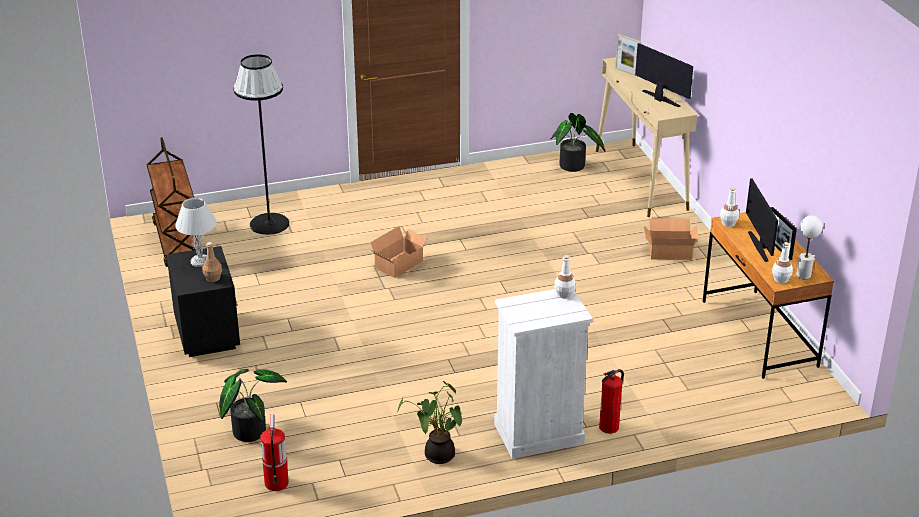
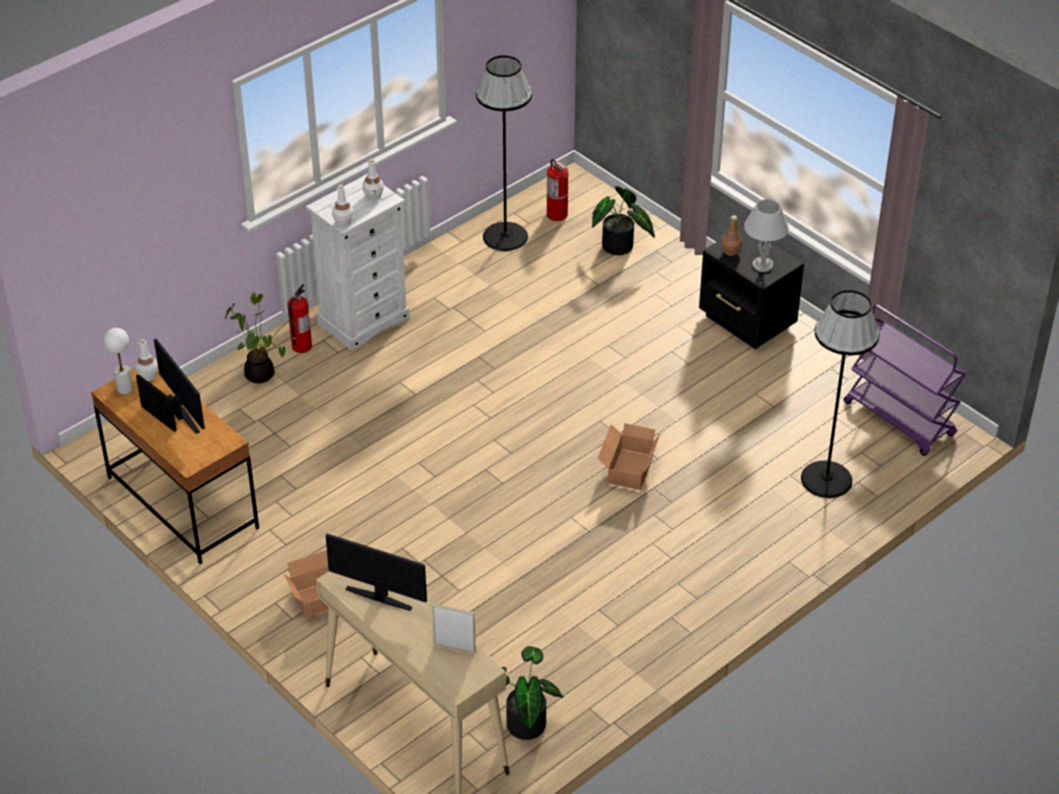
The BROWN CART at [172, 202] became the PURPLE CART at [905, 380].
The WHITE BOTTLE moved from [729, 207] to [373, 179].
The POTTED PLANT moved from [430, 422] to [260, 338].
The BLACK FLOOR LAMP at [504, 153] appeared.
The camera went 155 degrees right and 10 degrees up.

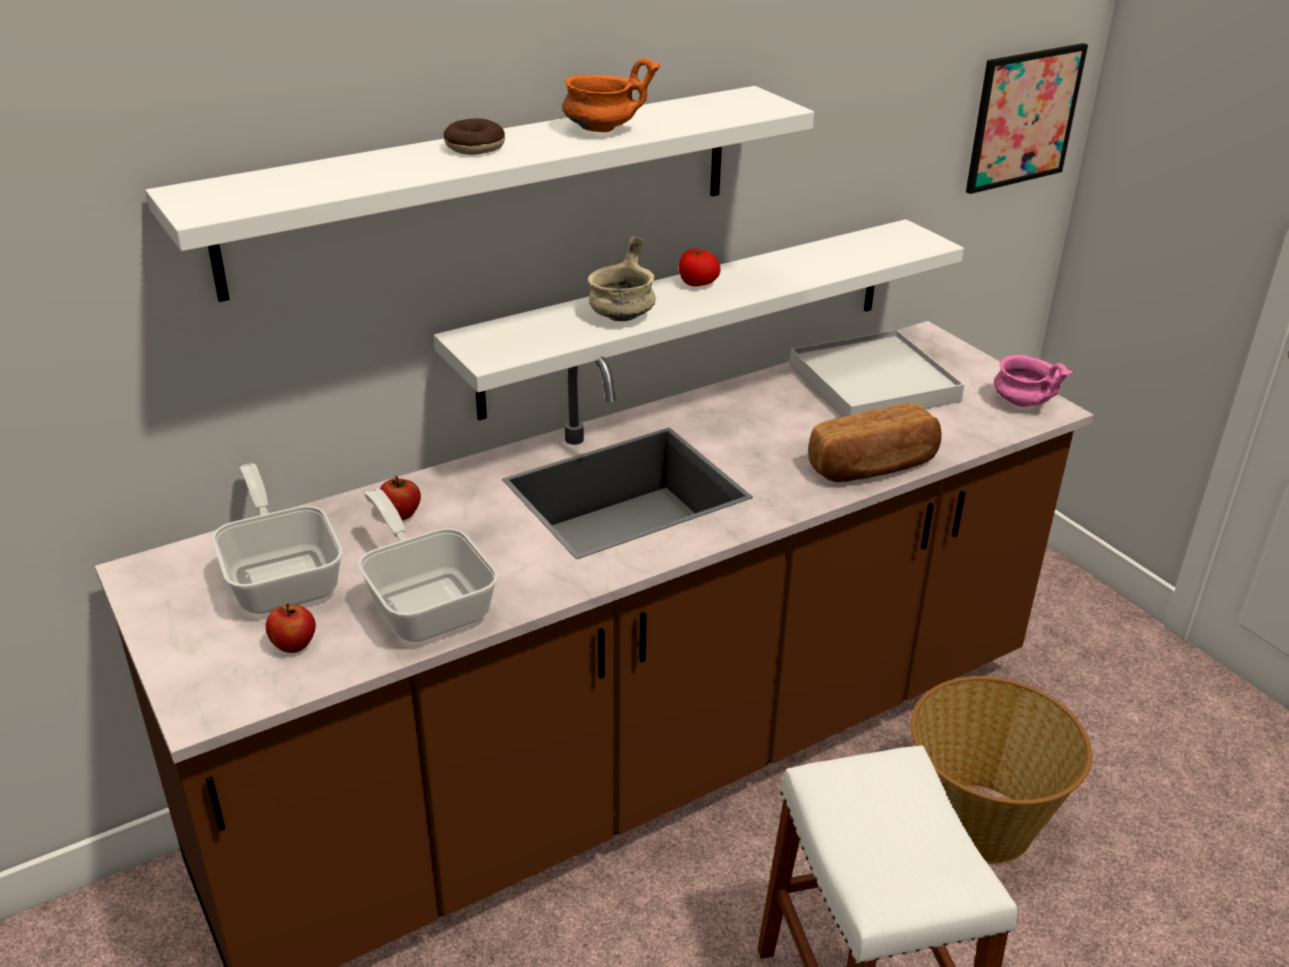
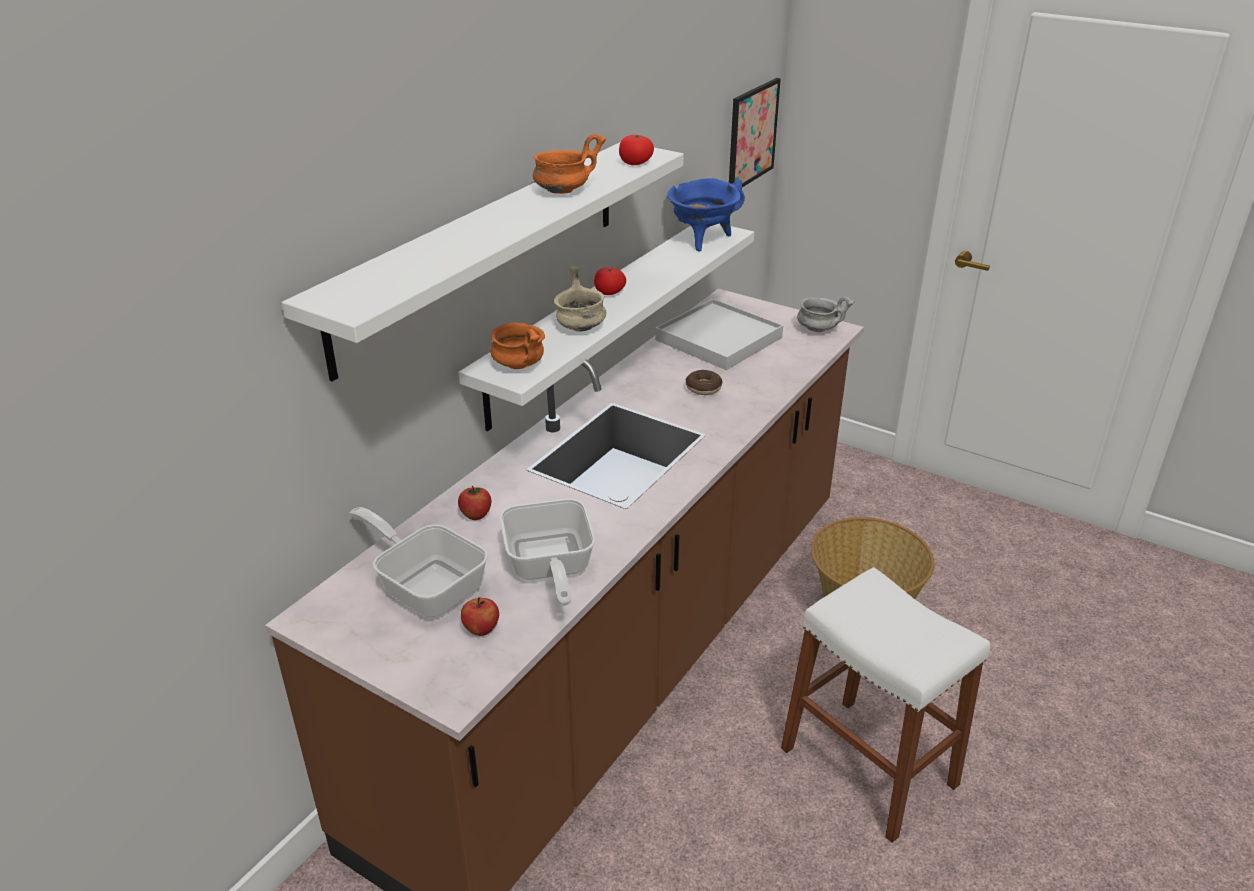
The DONUT moved from [474, 137] to [704, 382].
The PINK BOWL at [1033, 381] became the GREY BOWL at [826, 314].
The BREAD at [875, 442] disappeared.
The FRYING PAN at [427, 565] turned 135 degrees counterclockwise.
The TOMATO at [636, 150] appeared.
The BLUE COOKING POT at [706, 214] appeared.
The ORANGE BOWL at [517, 346] appeared.
The camera went 25 degrees left and 0 degrees up.

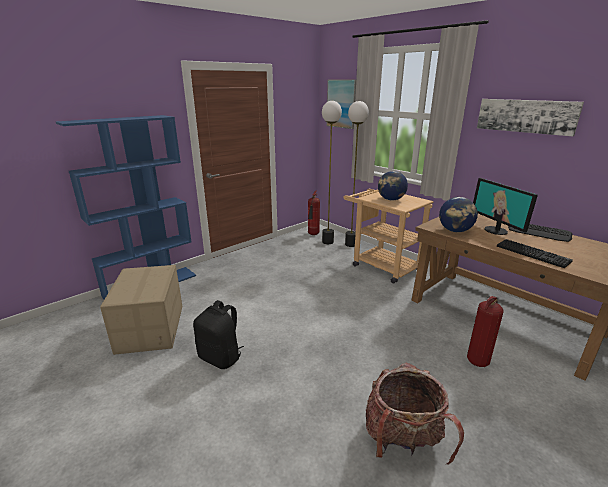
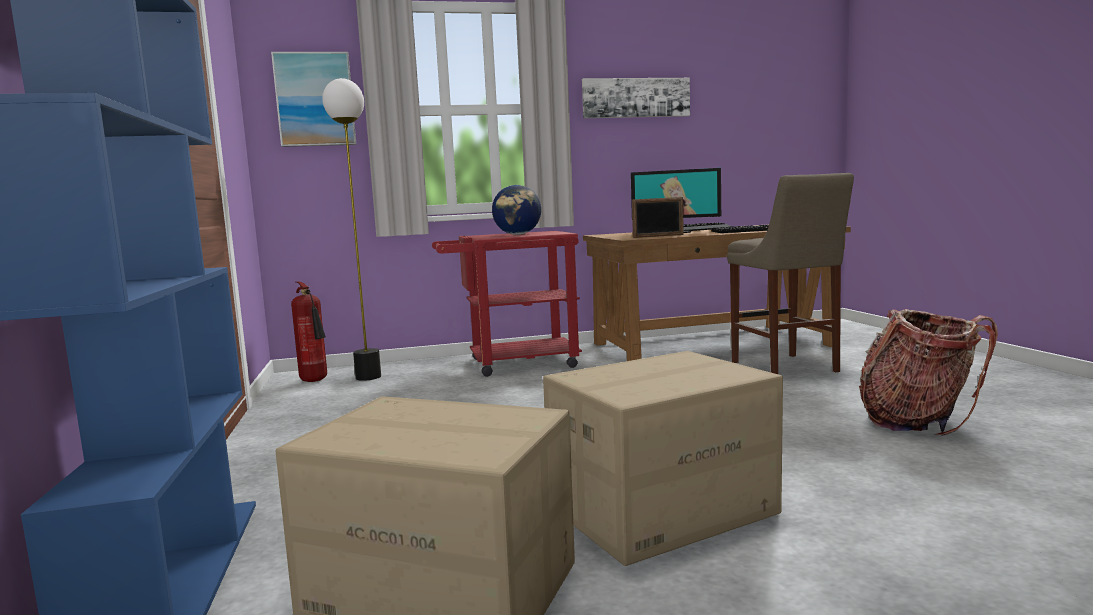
The FLOOR LAMP at [357, 174] disappeared.
The BEIGE CART at [388, 236] became the RED CART at [507, 304].
The GLOBE at [458, 214] was replaced by the PICTURE FRAME at [658, 217].
The FIRE EXTINGUISHER at [485, 331] was replaced by the BEIGE STOOL at [790, 273].
The BLACK BACKPACK at [218, 334] was replaced by the CARDBOARD BOX at [663, 458].
The camera went 60 degrees left and 15 degrees down.

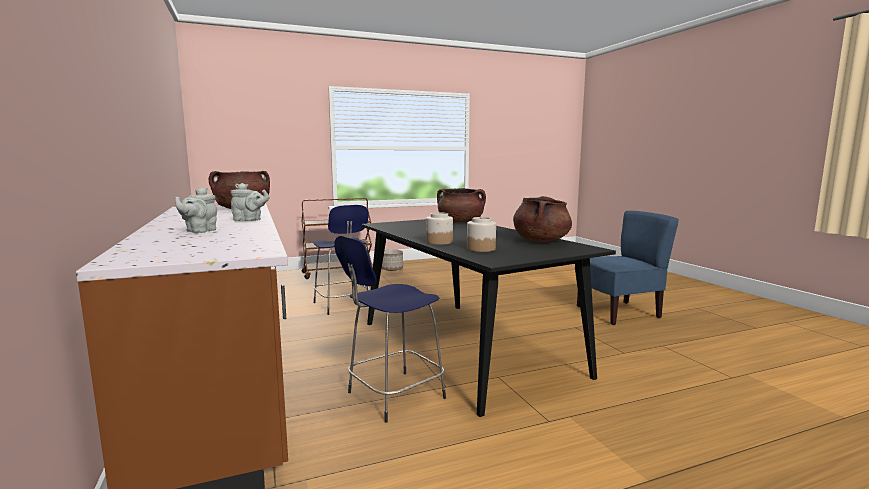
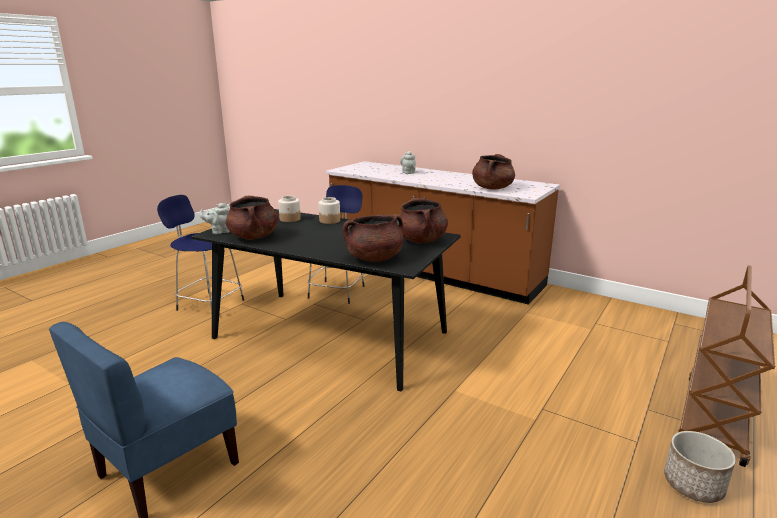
The GREY TEAPOT moved from [250, 202] to [214, 218].
The BLUE STOOL moved from [341, 260] to [200, 254].
The BROWN COOKING POT at [422, 221] appeared.
The camera went 145 degrees right and 10 degrees up.

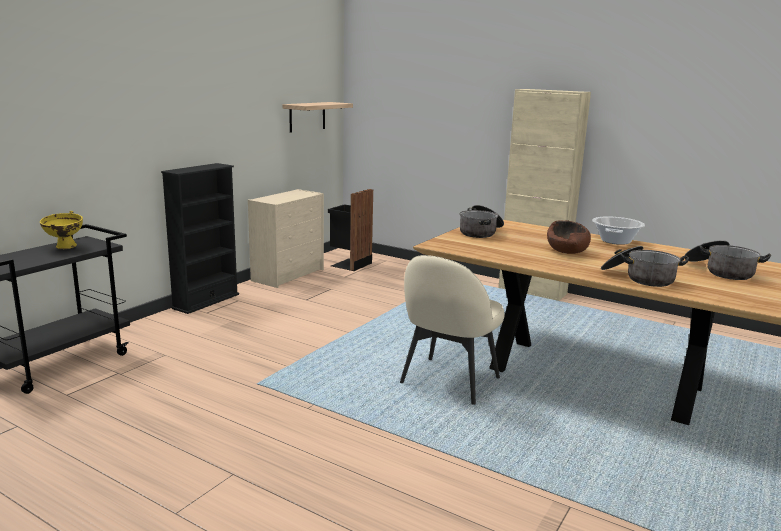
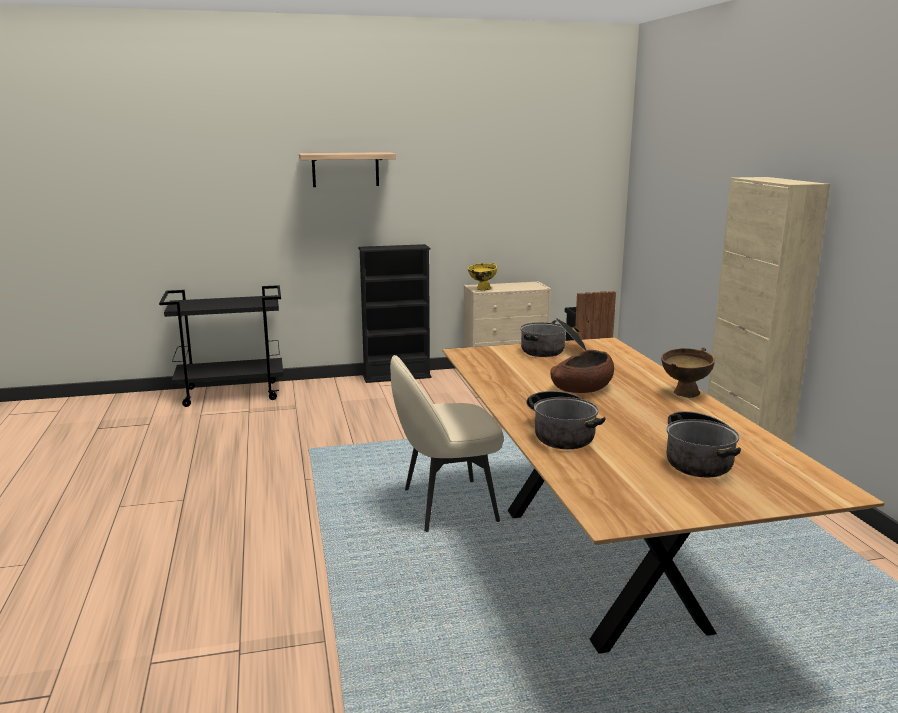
The SHELF moved from [317, 117] to [347, 169].
The YELLOW BOWL moved from [61, 230] to [482, 276].
The COOKING POT at [618, 230] was replaced by the BROWN BOWL at [688, 373].
The camera went 45 degrees right and 0 degrees up.

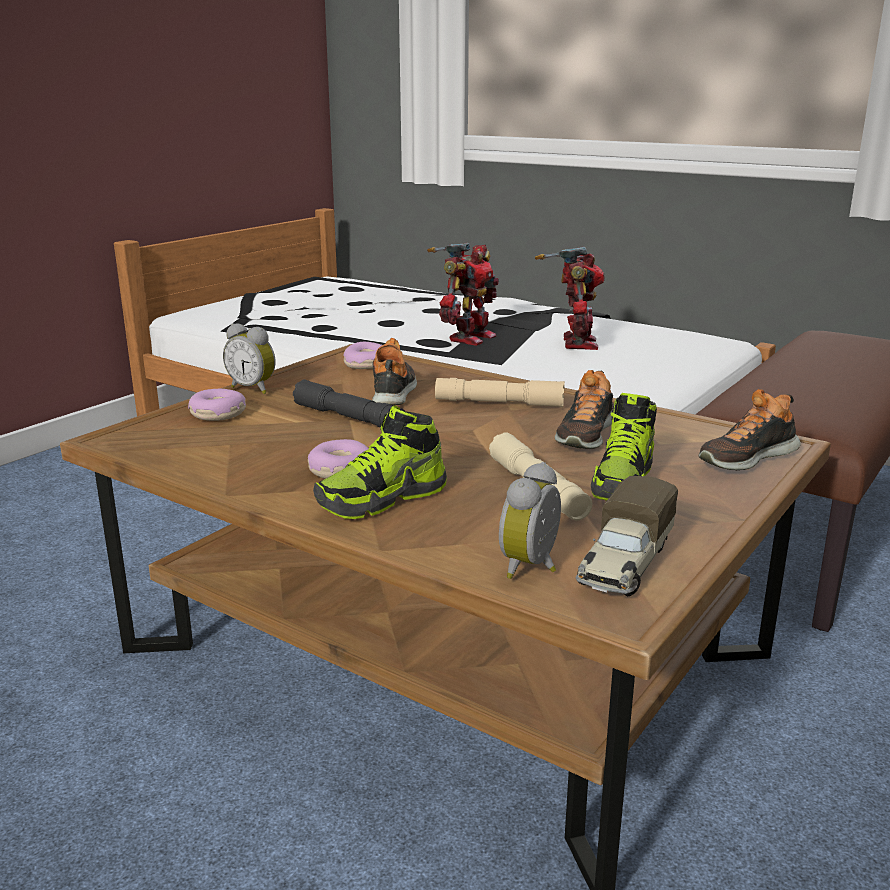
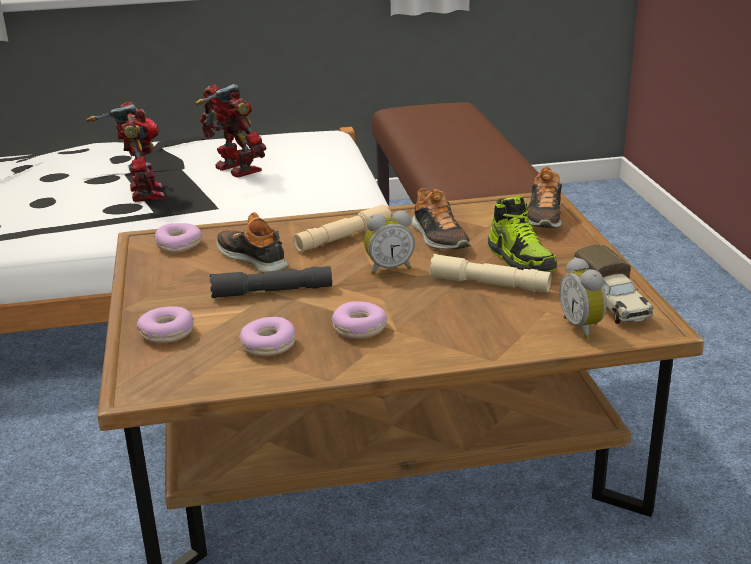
The ALARM CLOCK moved from [249, 358] to [389, 243].
The SHOE at [380, 462] disappeared.
The DONUT at [267, 336] appeared.
The camera went 45 degrees left and 5 degrees up.

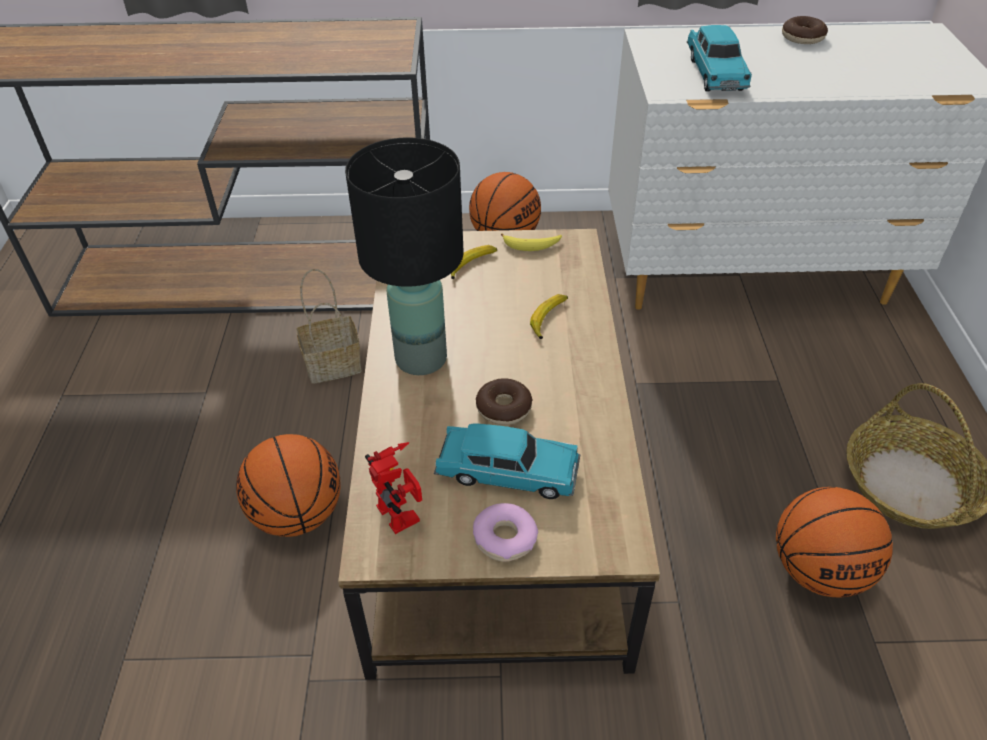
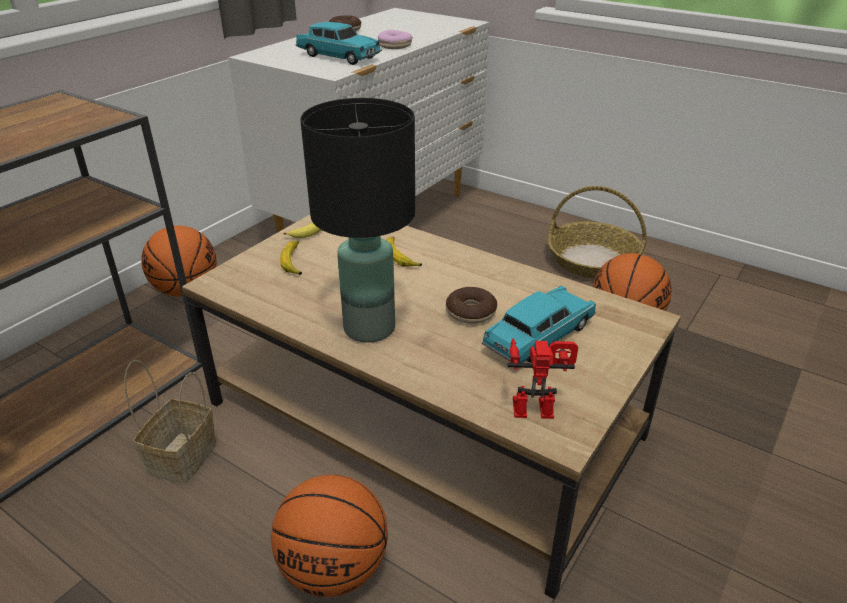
The DONUT moved from [505, 532] to [395, 39].
The camera went 55 degrees left and 10 degrees down.

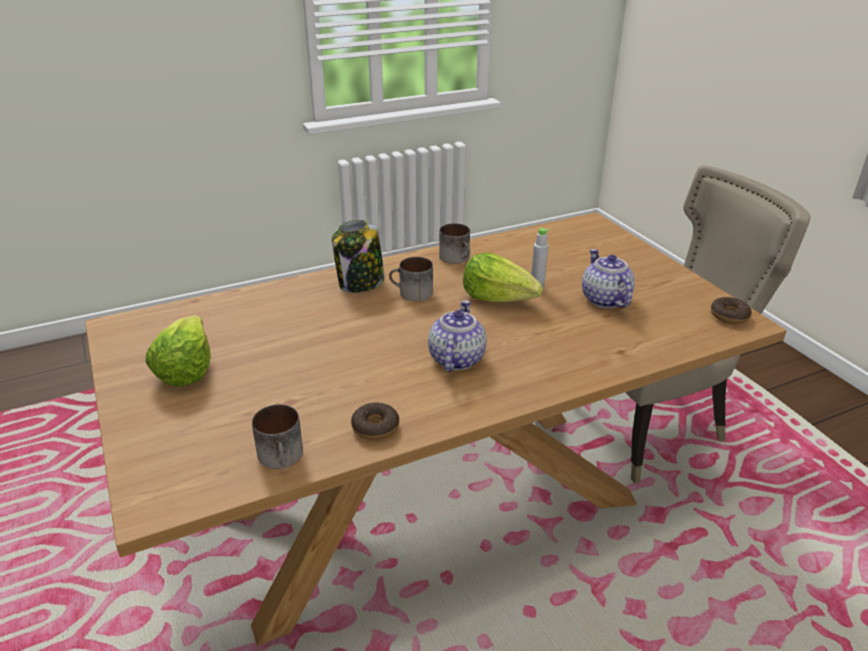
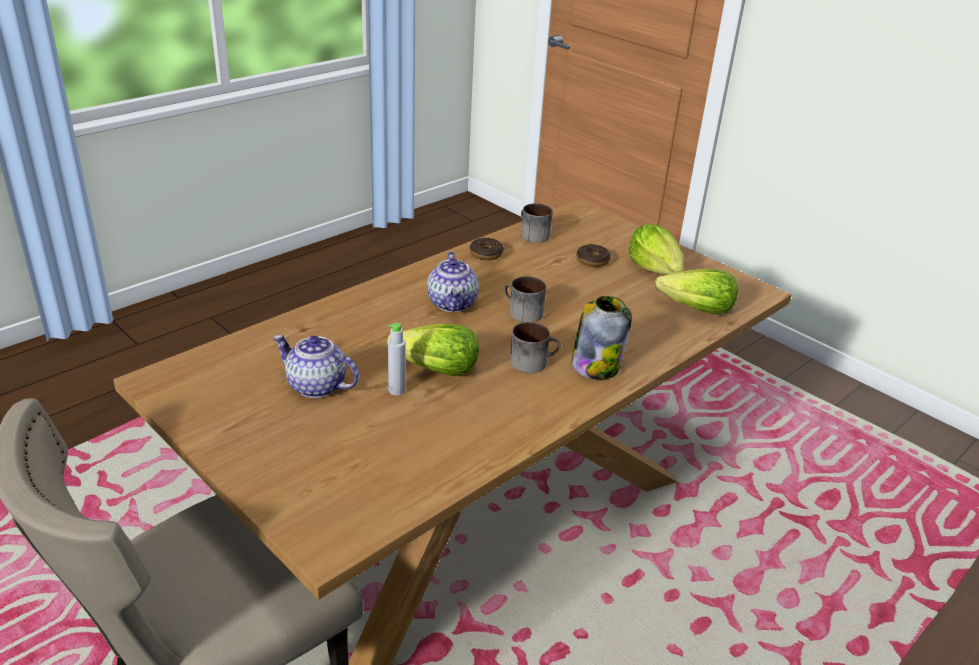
The MUG moved from [454, 243] to [525, 299].
The TEAPOT at [608, 278] turned 150 degrees clockwise.
The DONUT moved from [731, 310] to [593, 255].
The LETTUCE at [696, 291] appeared.
The camera went 160 degrees right and 0 degrees up.

